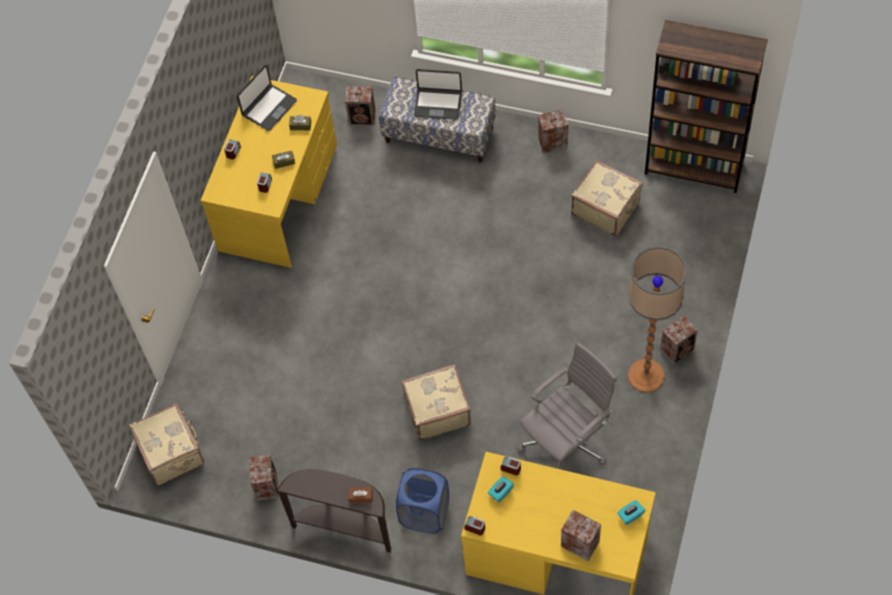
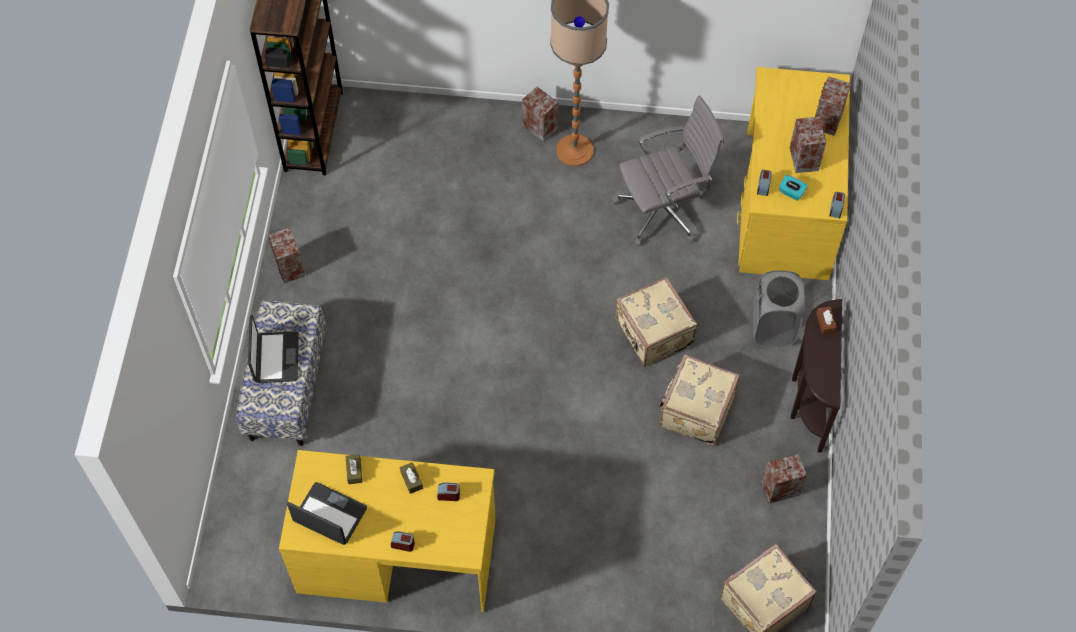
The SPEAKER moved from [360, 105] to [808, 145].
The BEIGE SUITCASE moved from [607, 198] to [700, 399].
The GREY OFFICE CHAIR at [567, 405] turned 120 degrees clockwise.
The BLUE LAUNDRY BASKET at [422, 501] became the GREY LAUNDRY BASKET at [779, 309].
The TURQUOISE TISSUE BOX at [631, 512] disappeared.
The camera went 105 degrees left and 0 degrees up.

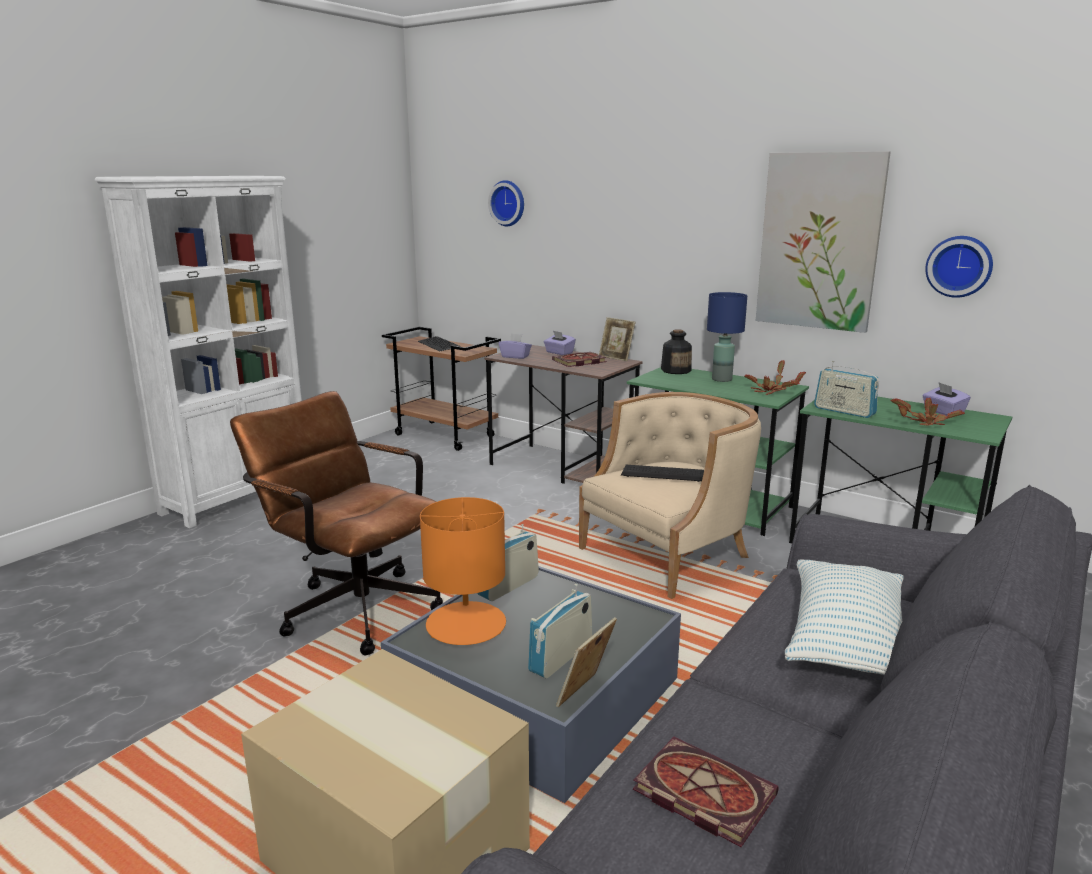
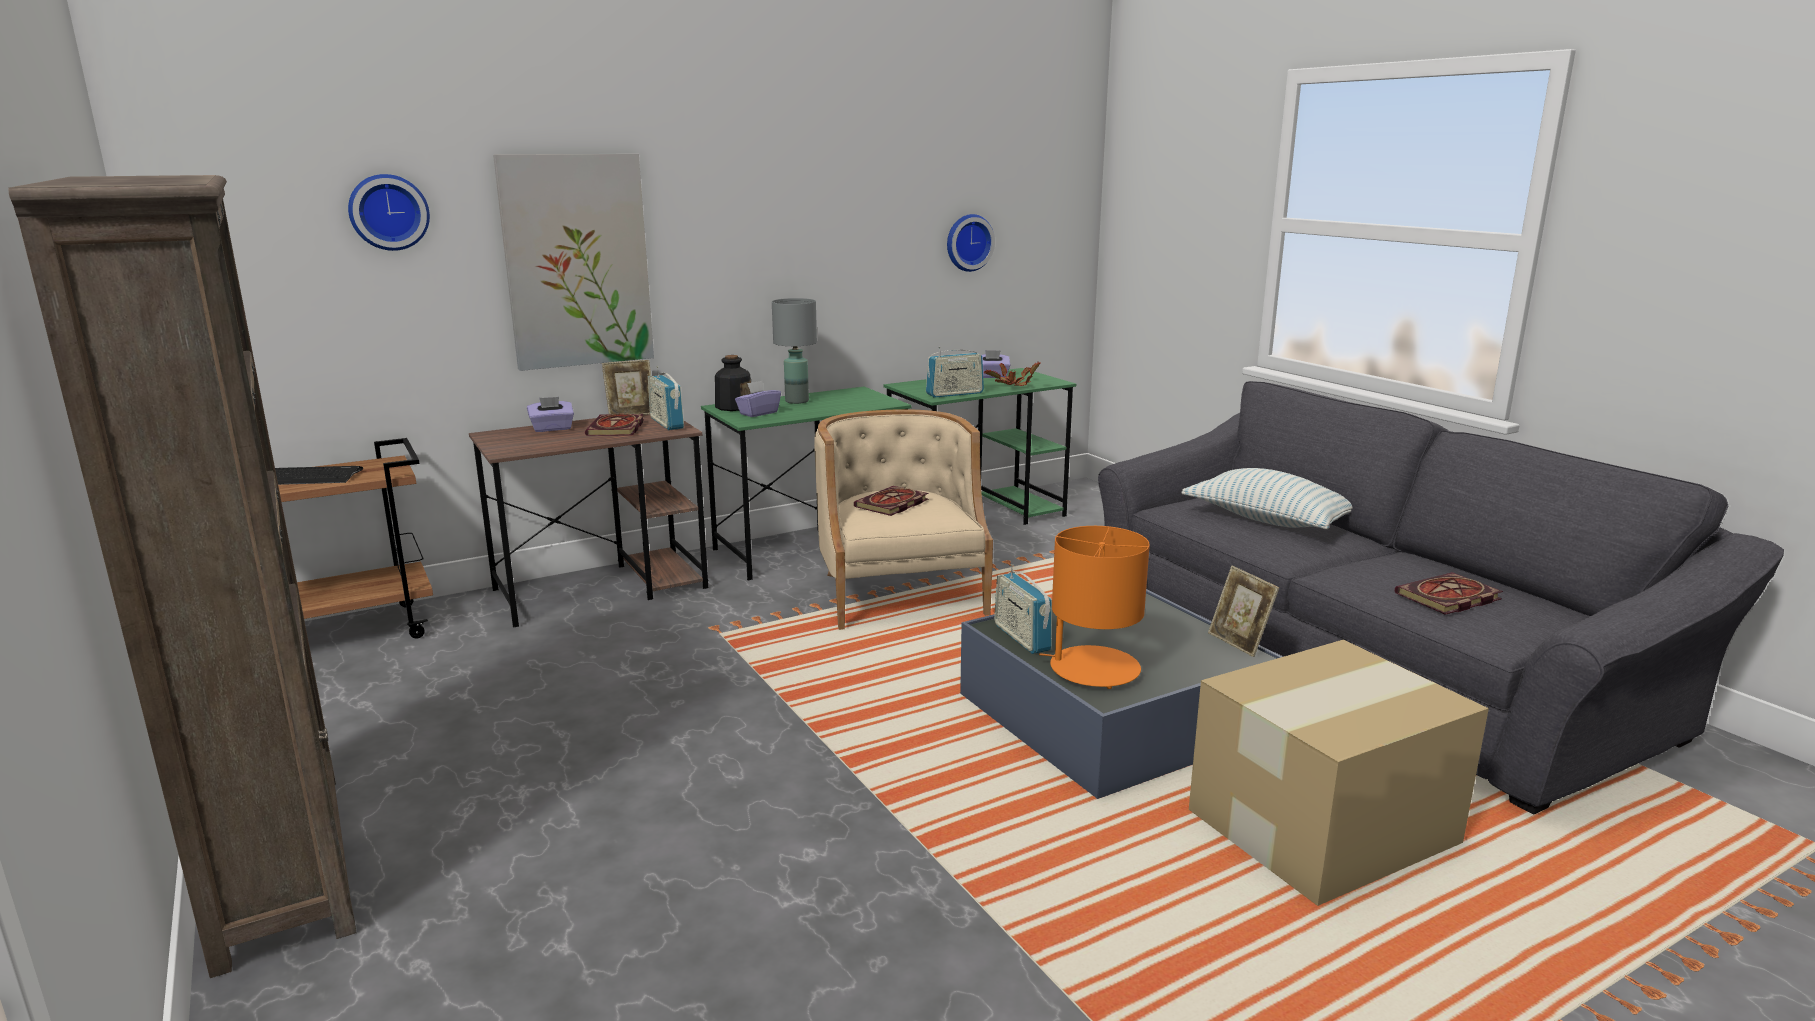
The PICTURE moved from [823, 242] to [573, 262].
The WHITE BOOKCASE at [198, 352] became the BROWN BOOKCASE at [182, 576].
The BLUE TABLE LAMP at [727, 337] became the GREY TABLE LAMP at [794, 351].
The PURPLE TISSUE BOX moved from [515, 346] to [758, 399].
The POTTED PLANT at [775, 377] disappeared.
The BROWN OFFICE CHAIR at [336, 523] disappeared.
The KEYBOARD at [662, 473] was replaced by the BOOK at [891, 501].
The RADIO moved from [560, 631] to [666, 398].
The camera went 65 degrees left and 0 degrees up.

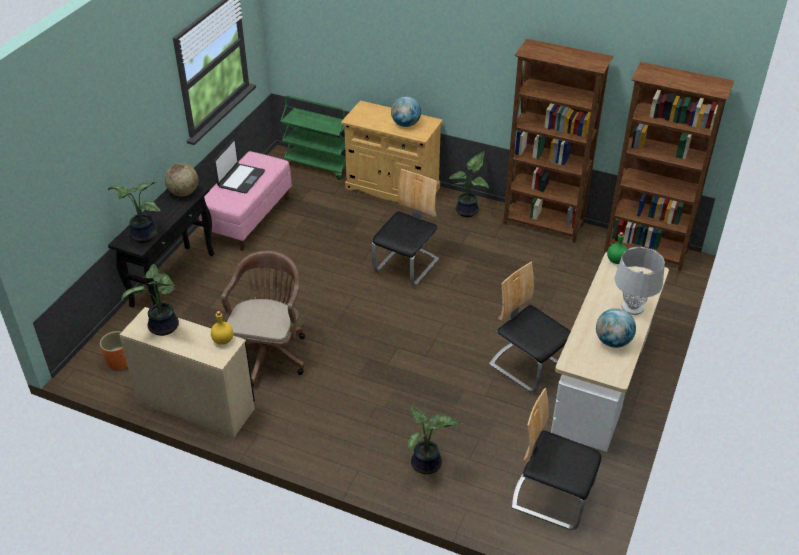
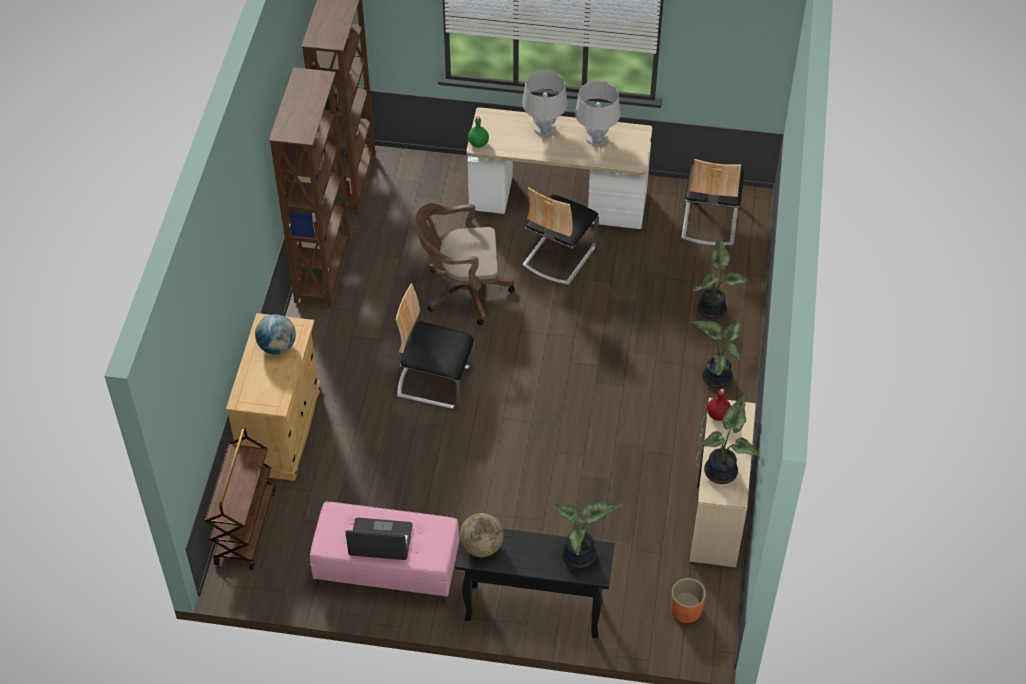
The GREEN CART at [313, 137] became the BROWN CART at [240, 499].
The POTTED PLANT moved from [469, 184] to [715, 354].
The BROWN OFFICE CHAIR moved from [263, 318] to [465, 264].
The GLOBE at [616, 328] was replaced by the GREY TABLE LAMP at [598, 112].
The YELLOW BOTTLE at [222, 328] became the RED BOTTLE at [719, 405].
The camera went 105 degrees left and 10 degrees up.

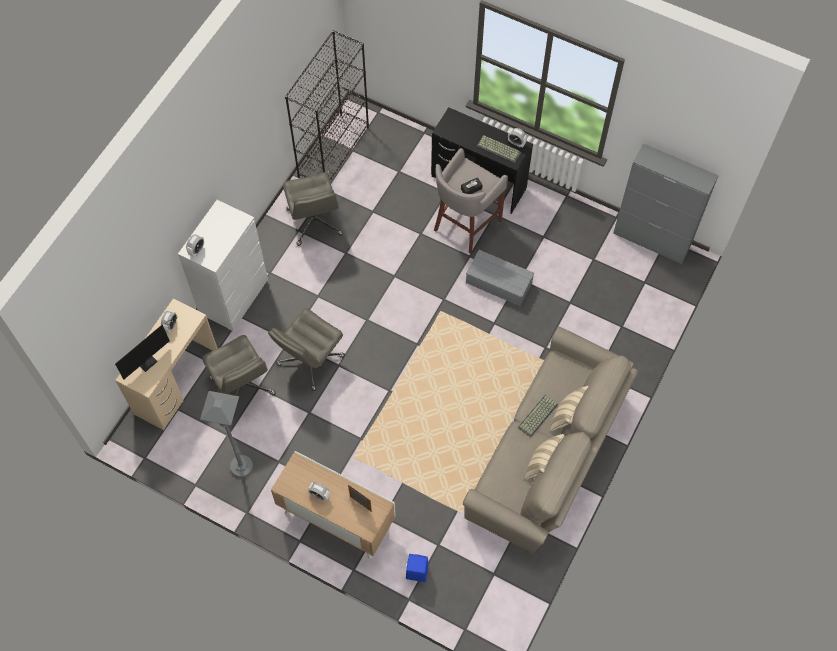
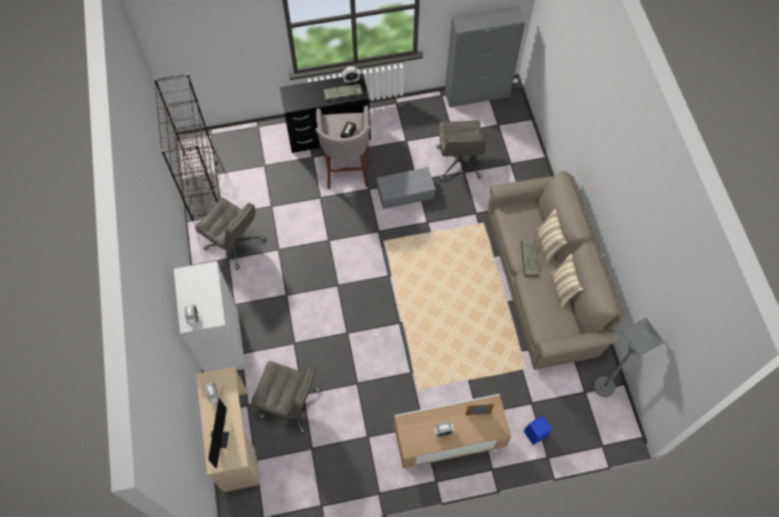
The GREY OFFICE CHAIR moved from [306, 349] to [461, 150].
The GREY FLOOR LAMP moved from [226, 434] to [629, 357].
The camera went 40 degrees left and 0 degrees up.

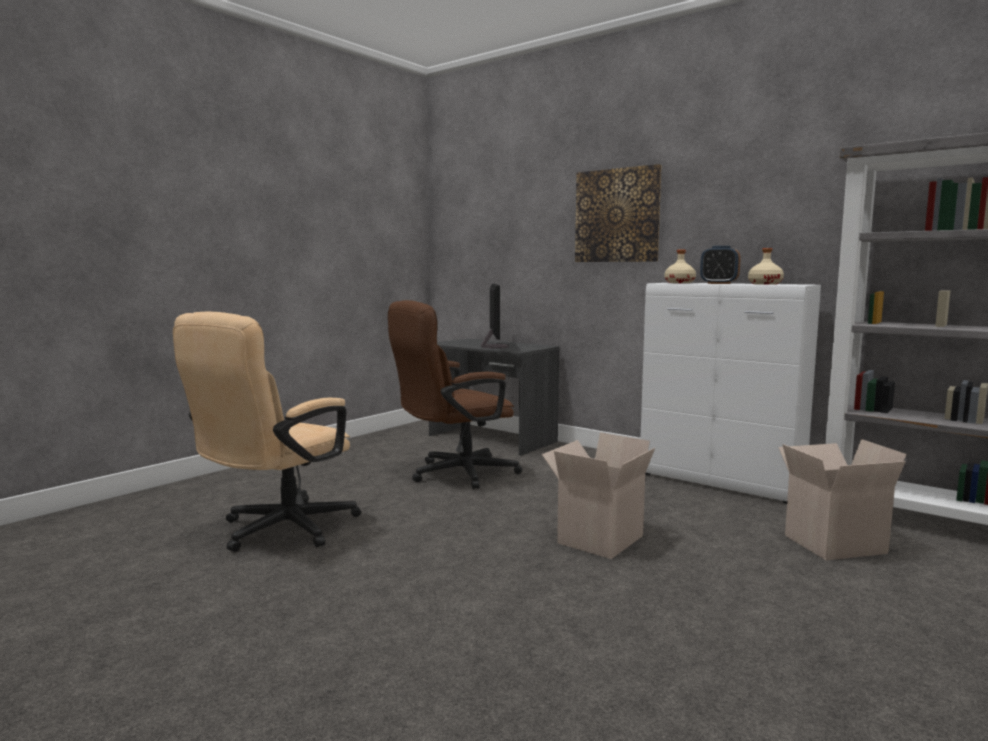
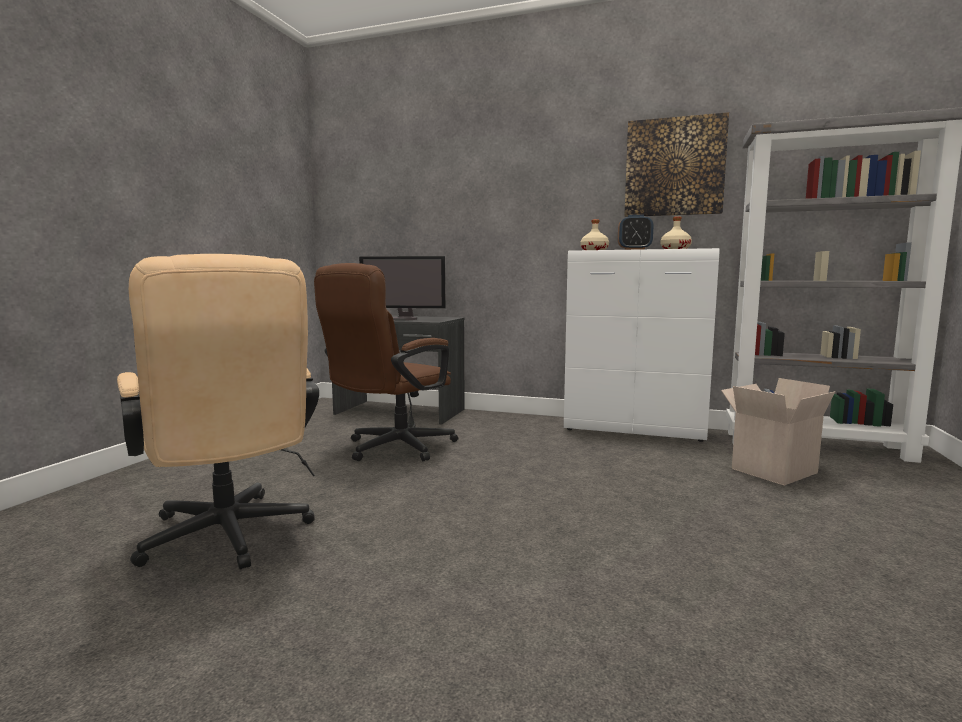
The PICTURE moved from [618, 213] to [676, 164].
The MONITOR at [495, 316] turned 120 degrees clockwise.
The BEIGE OFFICE CHAIR at [267, 432] turned 45 degrees counterclockwise.
The CARDBOARD BOX at [598, 495] disappeared.
The camera went 20 degrees left and 0 degrees up.

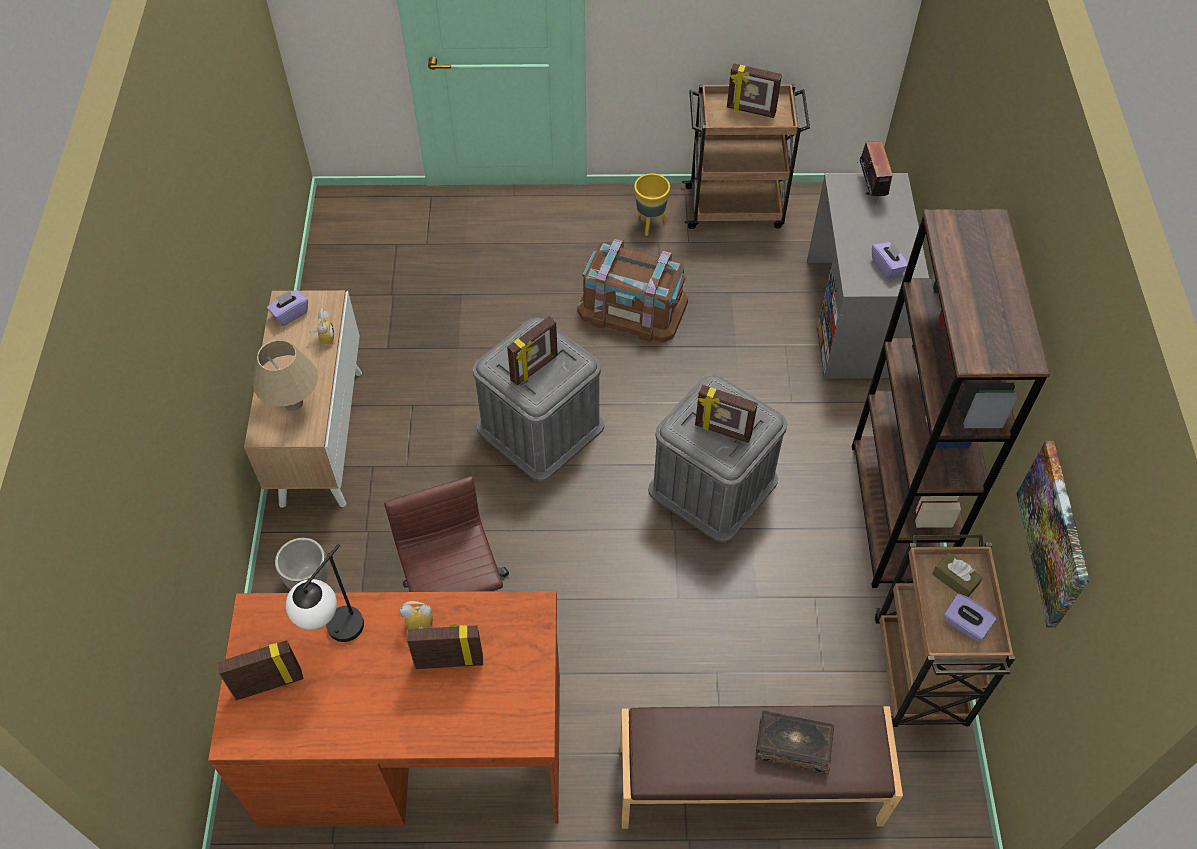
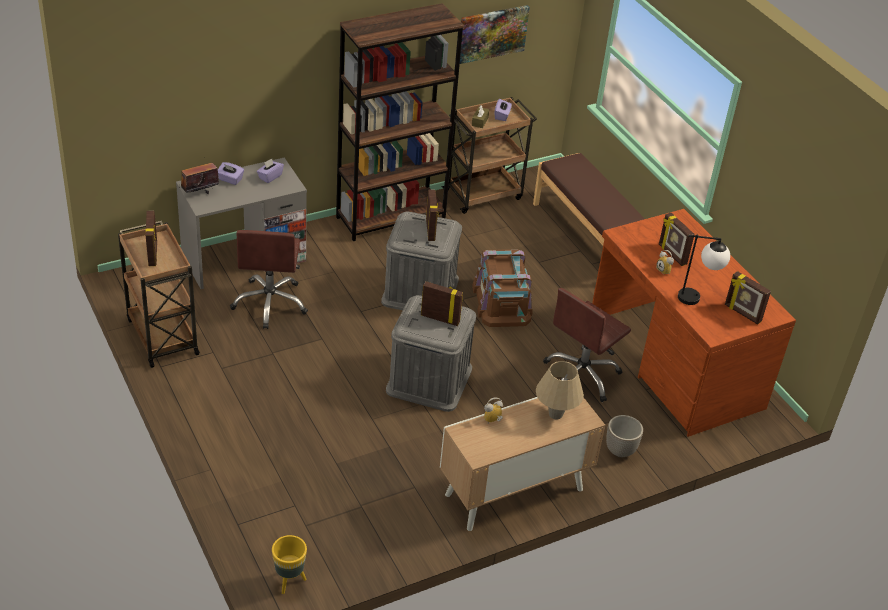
The YELLOW PLANTER moved from [652, 204] to [289, 564].
The BROWN STORAGE BOX moved from [632, 290] to [502, 288].
The PURPLE TISSUE BOX moved from [287, 308] to [231, 173].
The BOOK at [794, 742] disappeared.
The BROWN OFFICE CHAIR at [269, 279] appeared.
The camera went 120 degrees left and 15 degrees down.

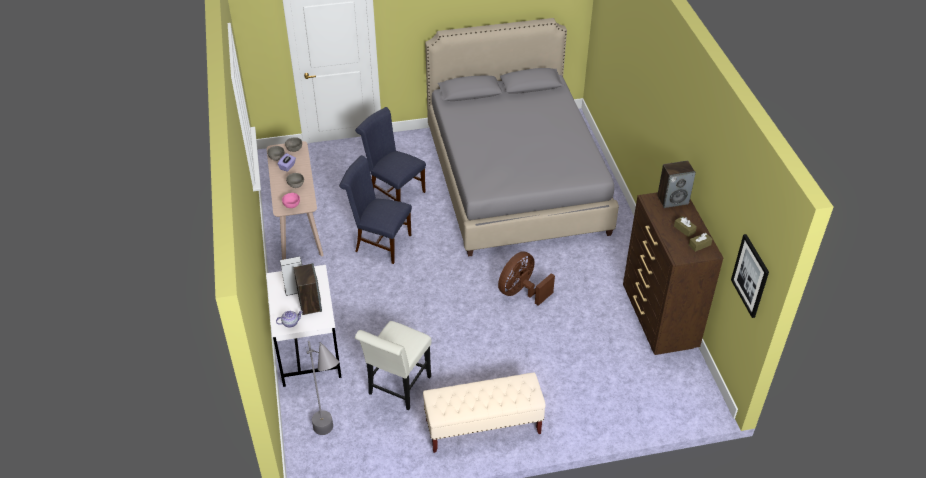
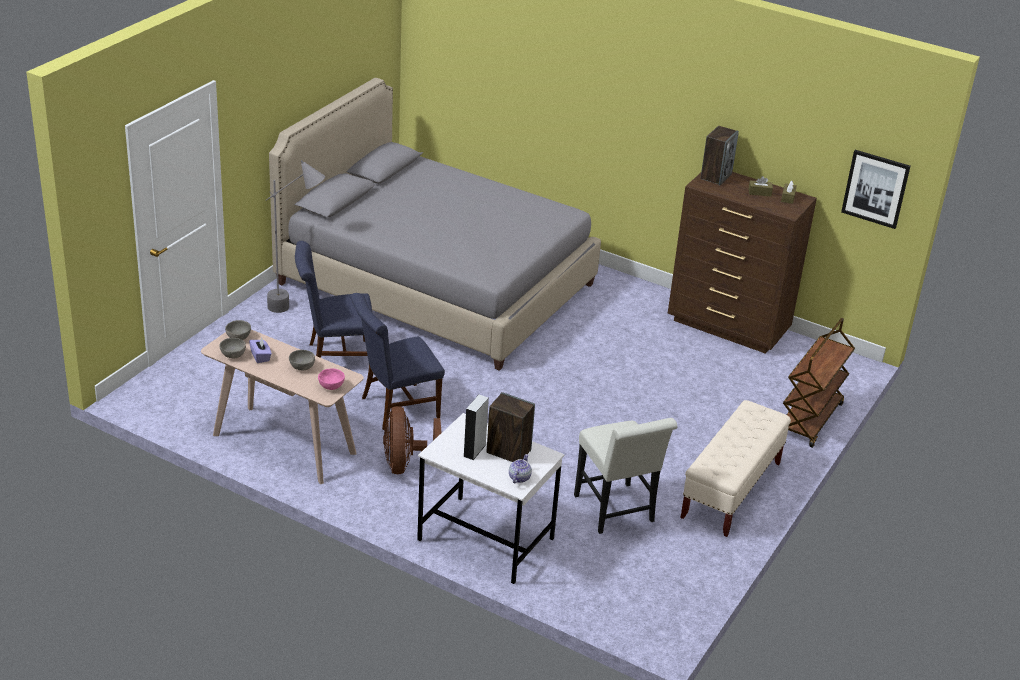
The BROWN FAN moved from [526, 278] to [412, 440].
The GREY FLOOR LAMP moved from [322, 388] to [295, 236].
The BROWN CART at [819, 383] appeared.
The camera went 50 degrees left and 10 degrees down.

